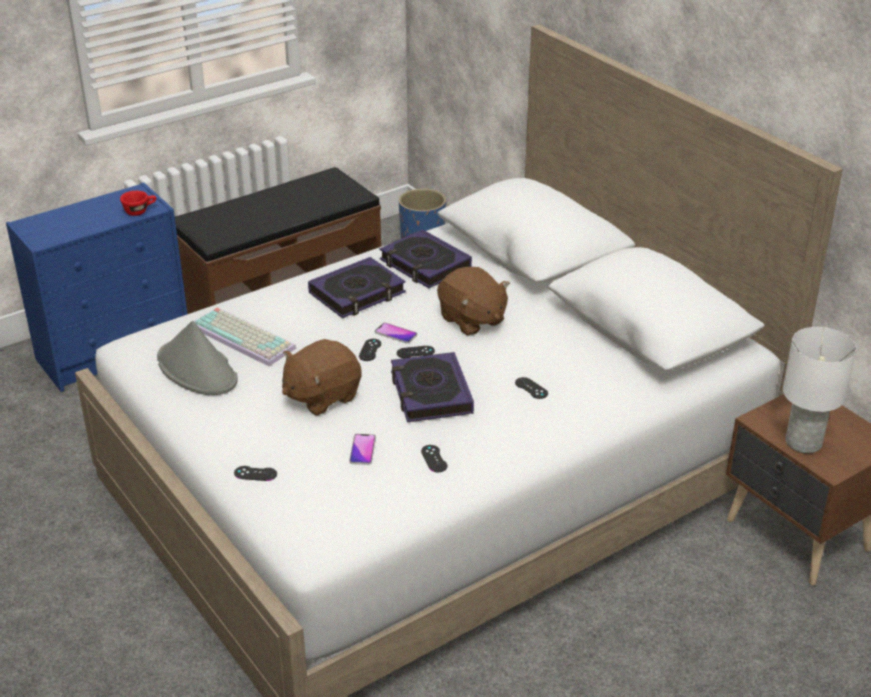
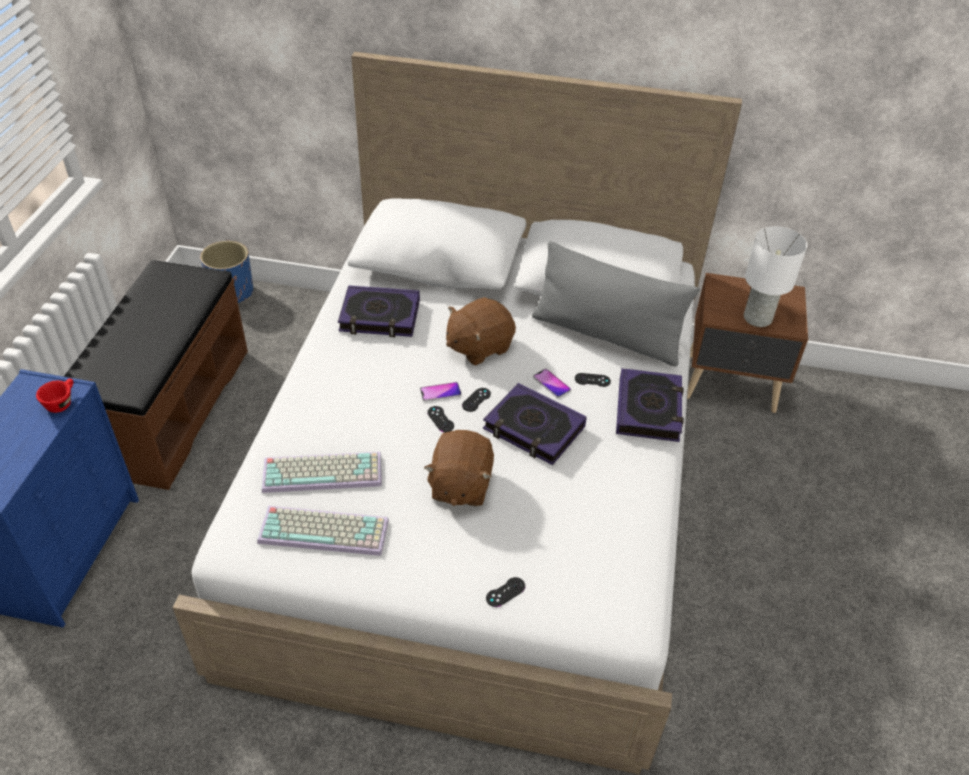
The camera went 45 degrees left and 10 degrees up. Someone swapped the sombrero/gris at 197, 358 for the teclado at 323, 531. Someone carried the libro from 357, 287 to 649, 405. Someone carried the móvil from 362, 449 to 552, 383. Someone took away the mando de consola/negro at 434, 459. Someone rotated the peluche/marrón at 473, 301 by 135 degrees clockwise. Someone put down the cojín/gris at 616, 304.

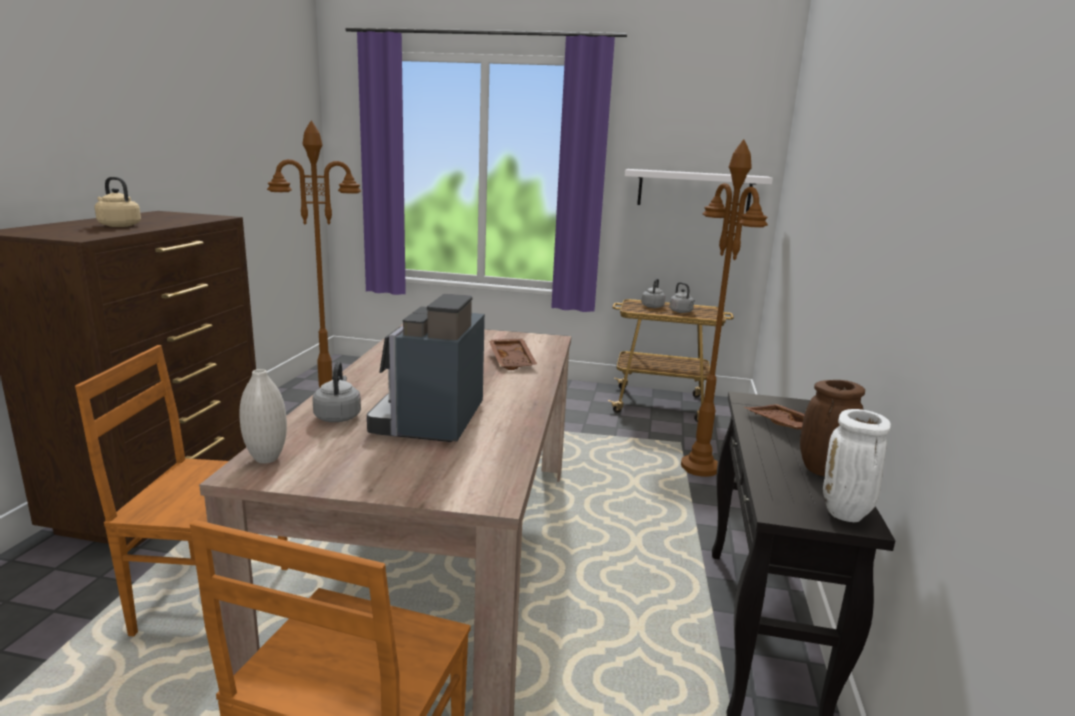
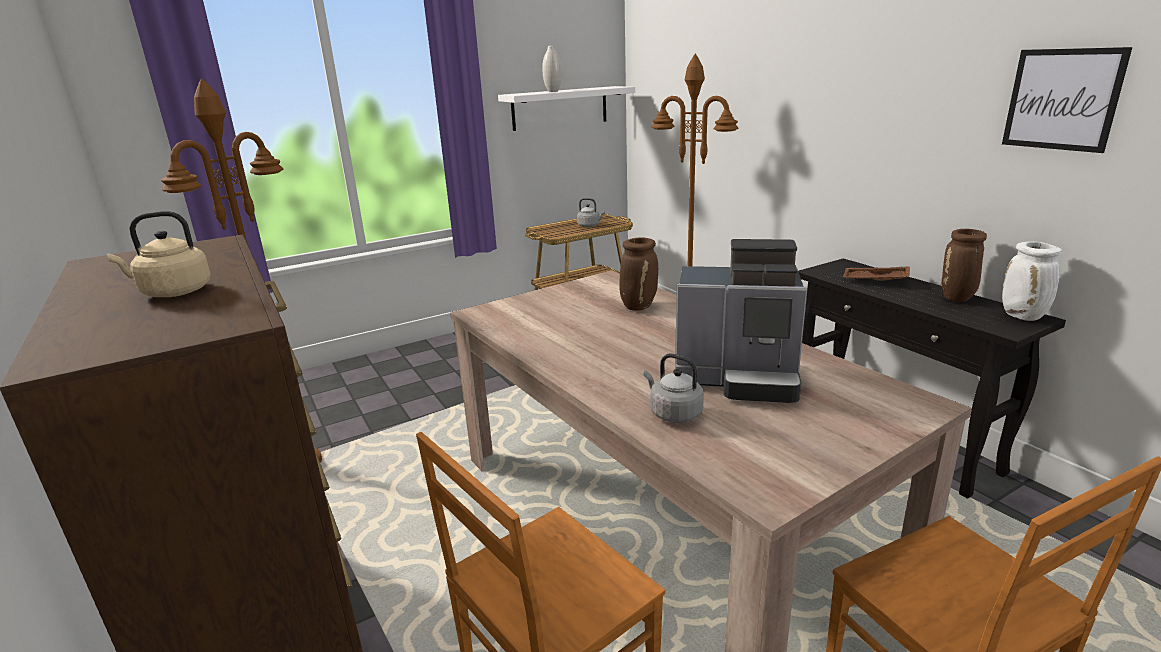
The camera went 40 degrees left and 5 degrees up. Someone carried the florero/blanco from 263, 416 to 552, 69. Someone rotated the cafetera at 426, 368 by 45 degrees counterclockwise. Someone swapped the bandeja/marrón at 513, 354 for the florero/marrón at 638, 274. Someone took away the hervidor/gris at 653, 293. Someone put up the cuadro at 1067, 100.

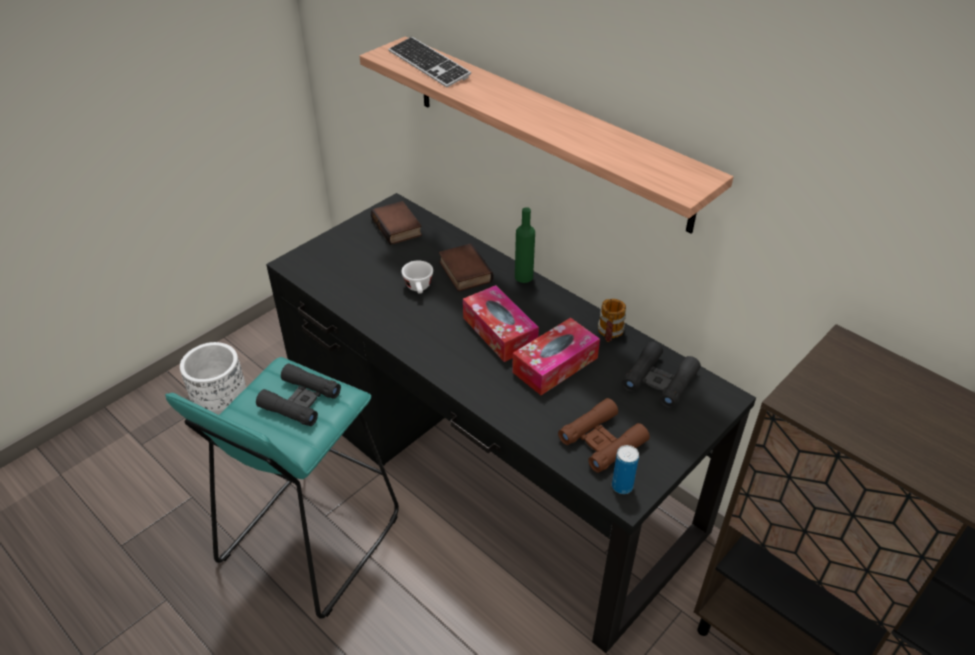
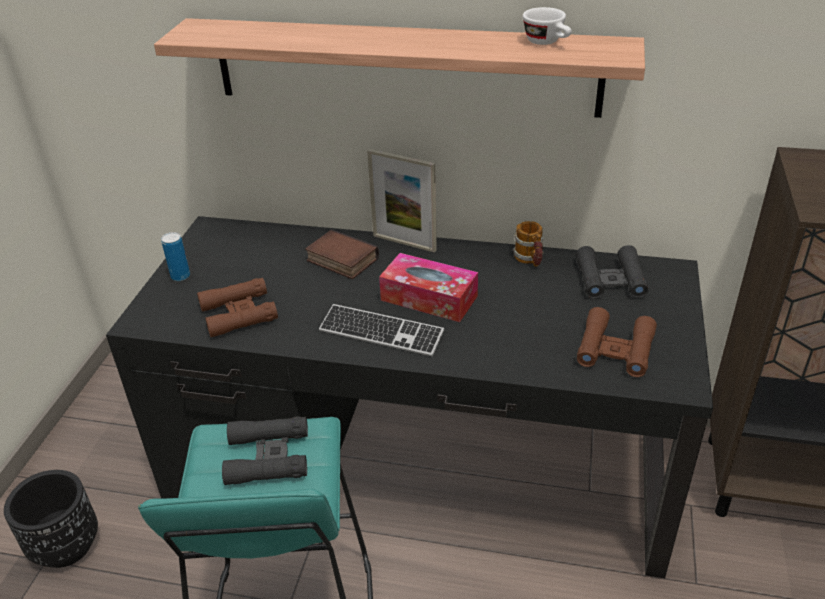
The camera went 30 degrees left and 5 degrees down. Someone repainted the maceta/blanco at 213, 378, which became the maceta/negro at 51, 519. Someone took away the libro at 396, 223. Someone carried the teclado from 429, 62 to 381, 330. Someone carried the taza/blanco from 417, 277 to 547, 26. Someone took away the caja de pañuelos at 556, 356. Someone swapped the botella/verde at 525, 245 for the portarretratos at 402, 201. Someone carried the lata from 625, 469 to 175, 256. Someone put down the prismáticos/marrón at 237, 307.

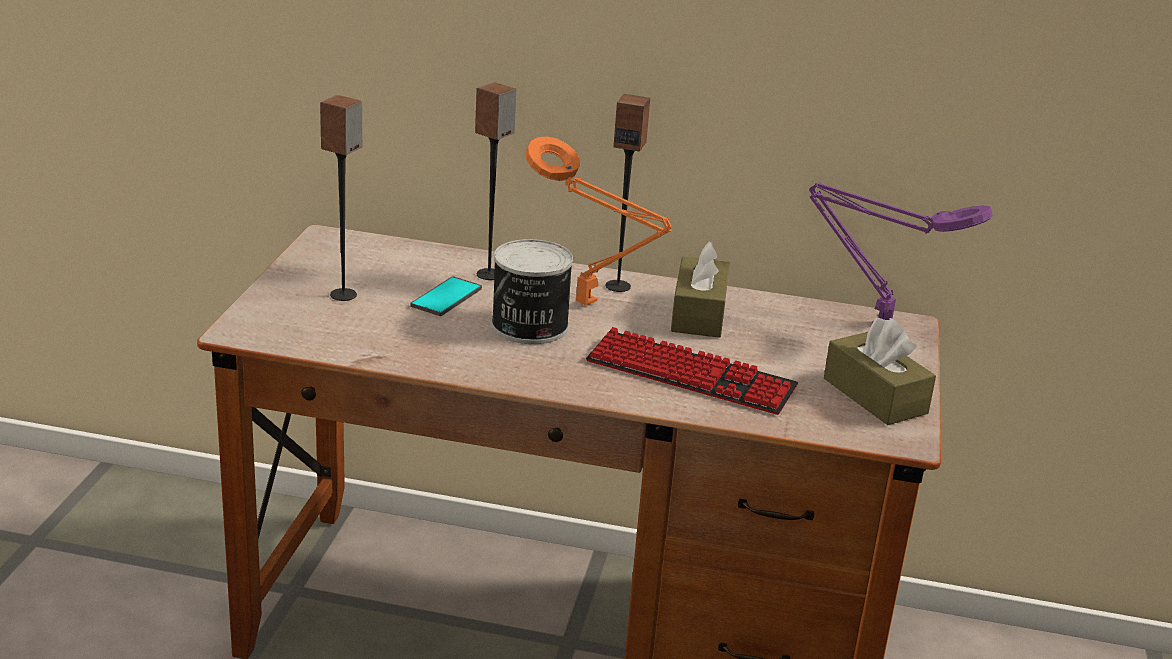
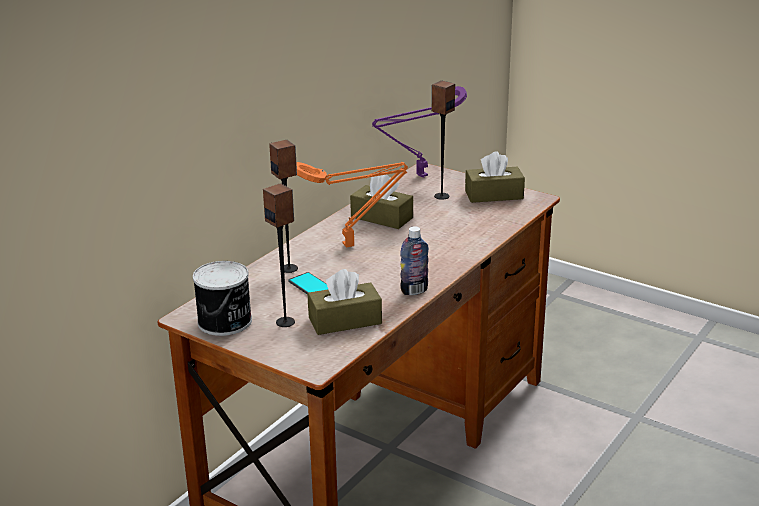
The camera went 65 degrees left and 0 degrees up. Someone carried the lata from 532, 291 to 222, 298. Someone took away the teclado at 692, 371. Someone carried the altavoz from 627, 193 to 443, 140. Someone put down the caja de pañuelos/marrón at 345, 302. Someone put down the botella at 414, 260.

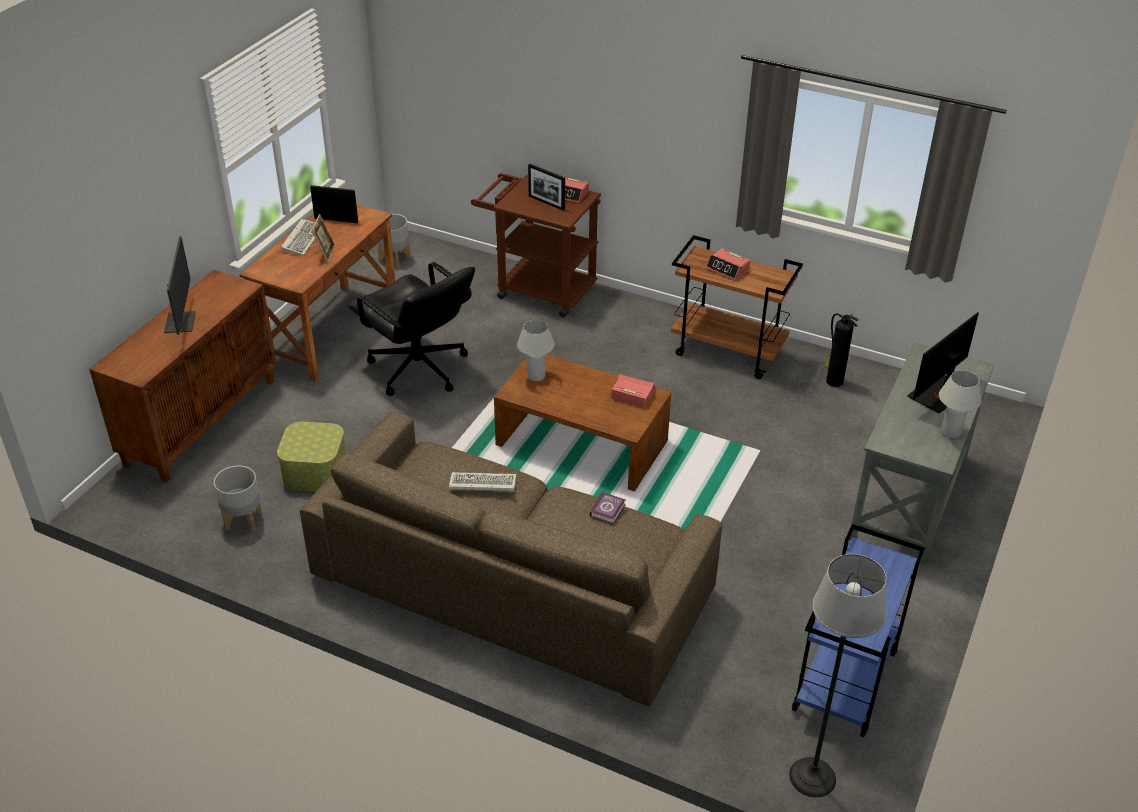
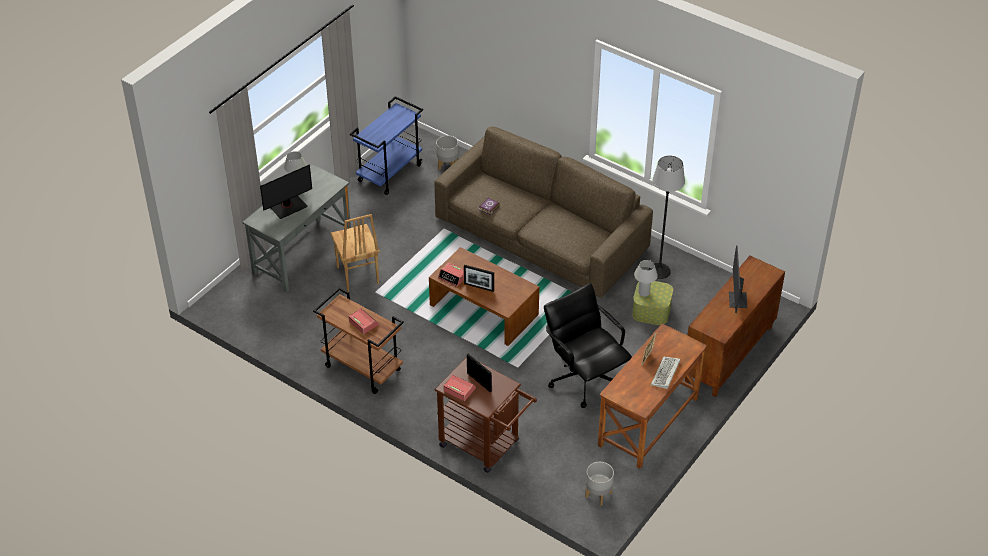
The camera went 170 degrees left and 5 degrees up. Someone carried the maceta/gris from 237, 498 to 447, 152. Someone carried the portarretratos from 334, 204 to 479, 278. Someone took away the teclado at 482, 482. Someone carried the lámpara de mesa/blanco from 535, 351 to 646, 278. Someone carried the lámpara de pie from 838, 675 to 666, 217. Someone took away the extintor at 842, 350. Someone put down the silla/marrón at 355, 253.

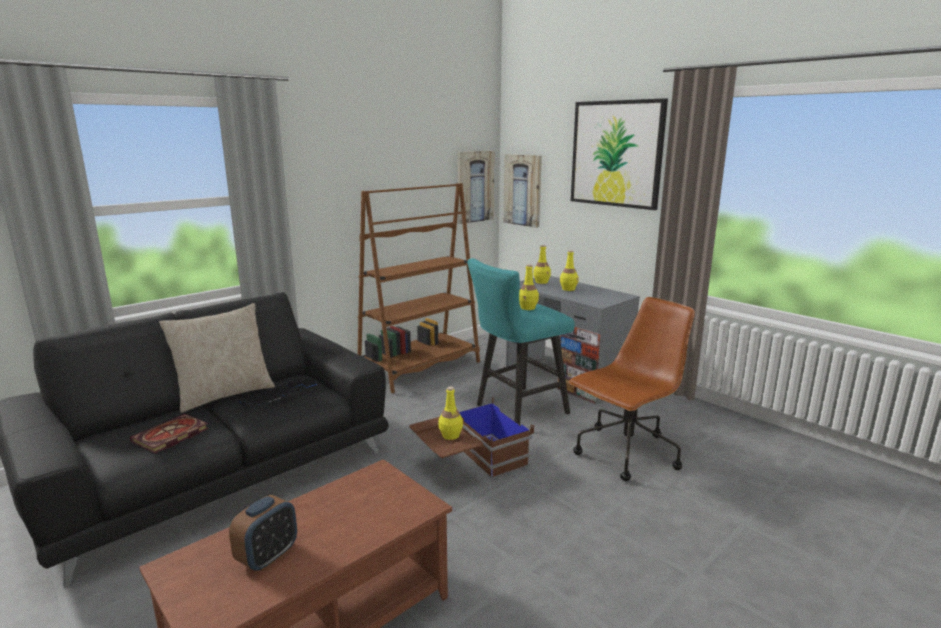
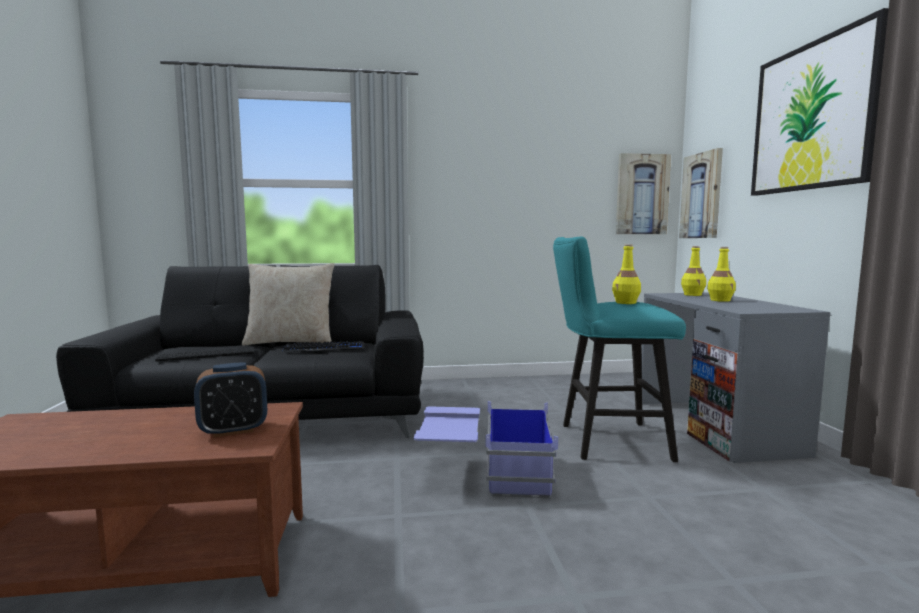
The camera went 35 degrees right and 10 degrees down. Someone swapped the libro at 169, 434 for the teclado at 204, 354. Someone carried the despertador from 263, 533 to 230, 399. Someone took away the estantería/marrón at 419, 288. Someone repainted the caja de almacenaje/marrón at 471, 438, which became the caja de almacenaje/azul at 485, 449. Someone took away the botella/amarillo at 450, 413. Someone took away the silla de oficina/marrón at 631, 389.

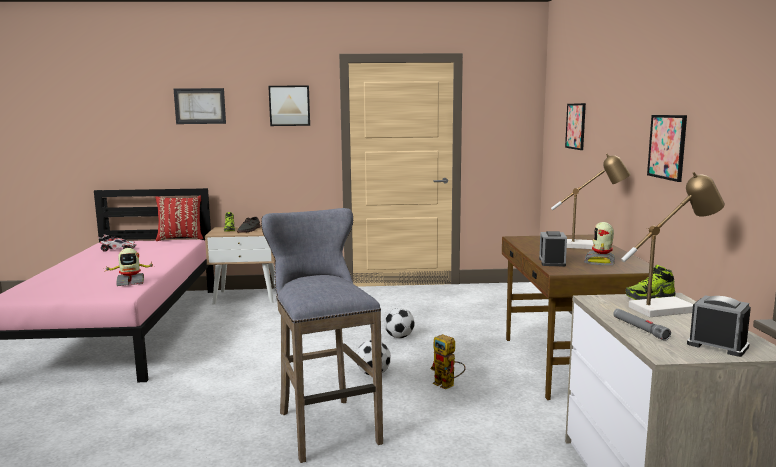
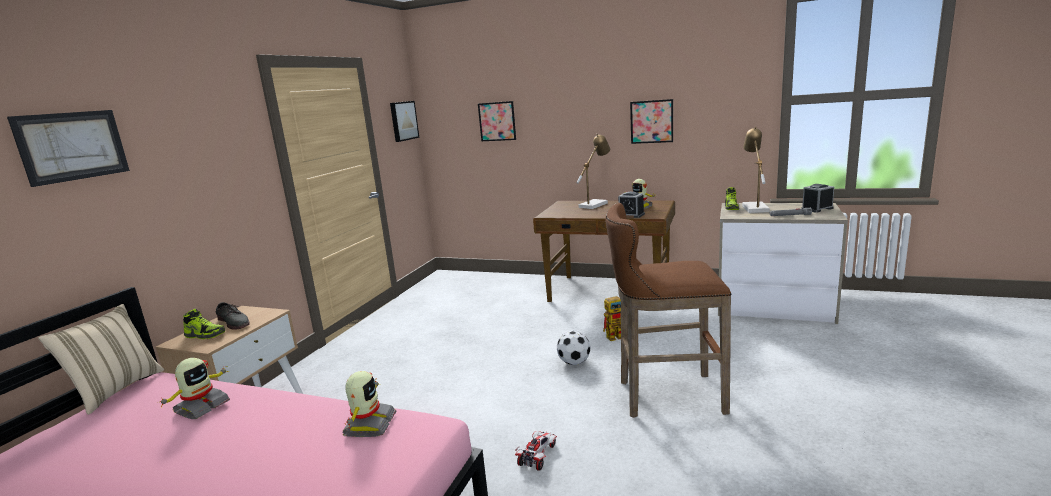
The camera went 65 degrees left and 5 degrees up. Someone carried the coche de juguete from 116, 243 to 536, 451. Someone repainted the cojín/rojo at 179, 218, which became the cojín/beis at 101, 359. Someone repainted the taburete/gris at 322, 335, which became the taburete/marrón at 668, 310. Someone carried the cuadro from 289, 105 to 404, 121. Someone took away the balón de fútbol at 400, 323. Someone put down the robot de juguete at 193, 388.

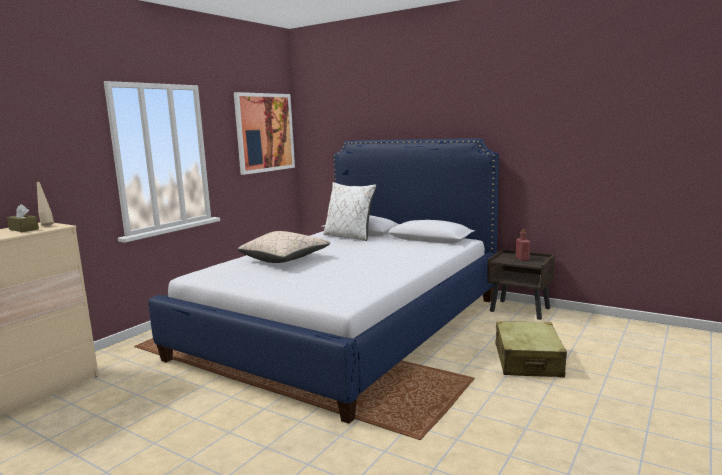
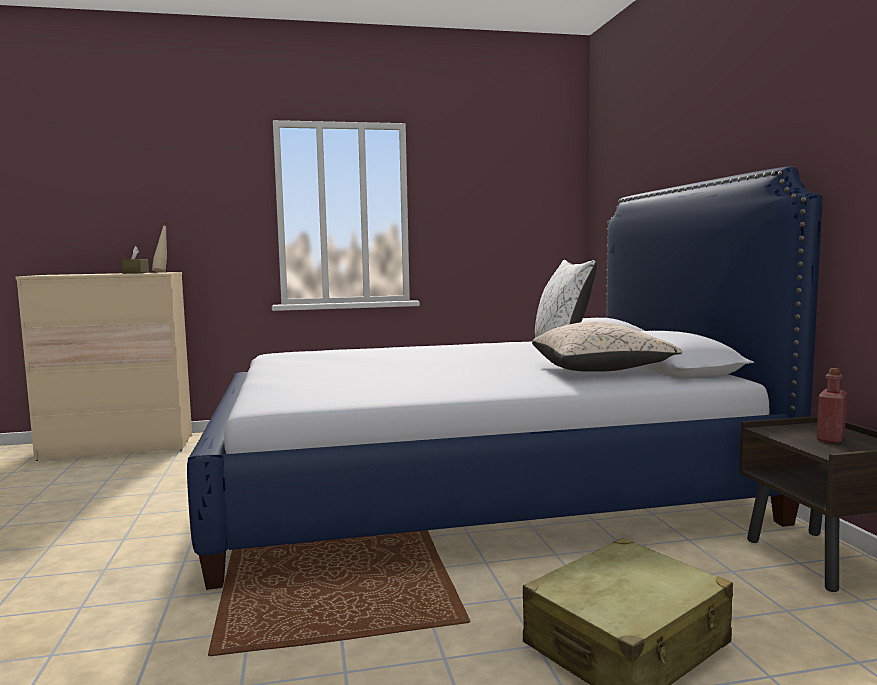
The camera went 45 degrees right and 5 degrees down. Someone took away the cuadro at 264, 133. Someone carried the cojín/beis from 284, 247 to 607, 346.

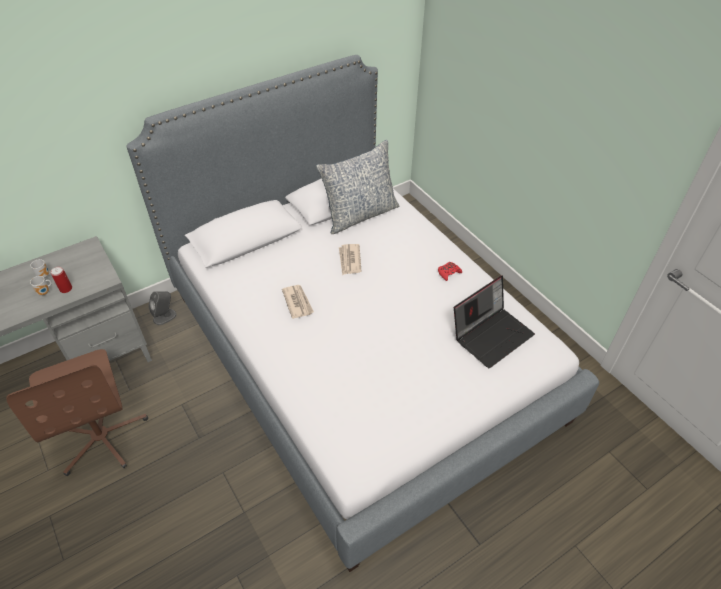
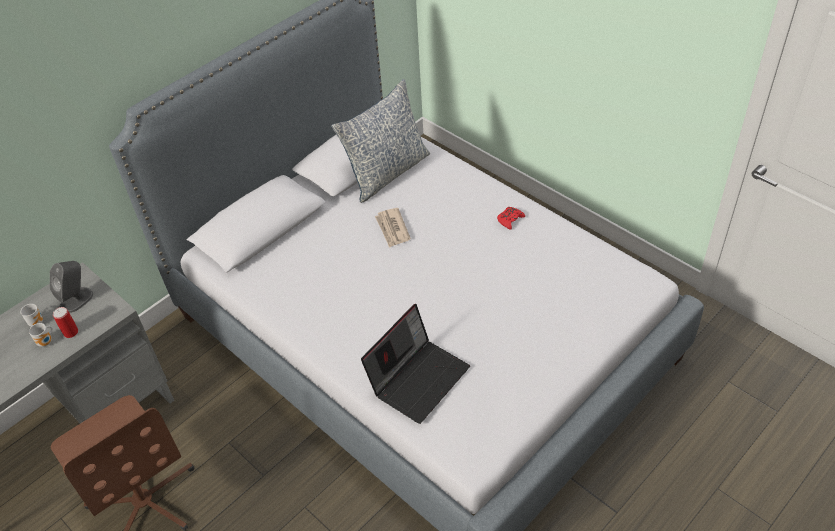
The camera went 10 degrees left and 0 degrees up. Someone carried the altavoz/gris from 162, 308 to 71, 287. Someone took away the periódico at 298, 302. Someone carried the portátil from 494, 321 to 415, 364.

